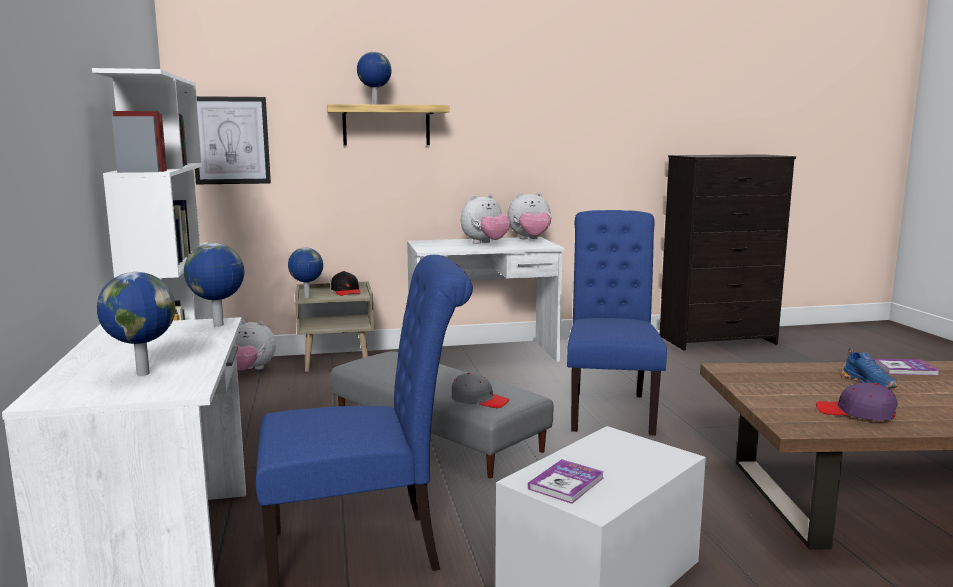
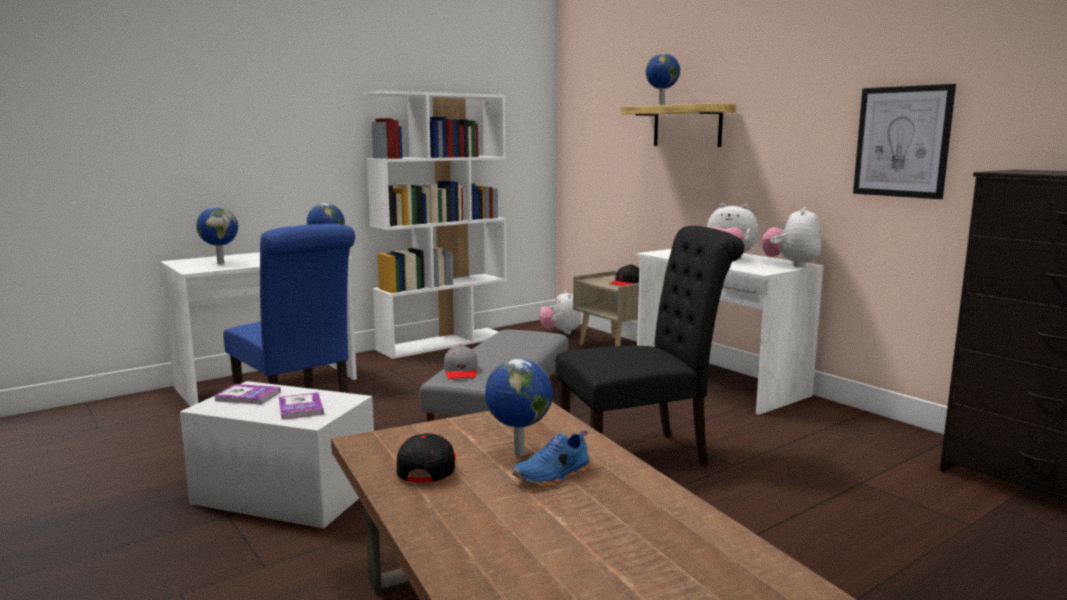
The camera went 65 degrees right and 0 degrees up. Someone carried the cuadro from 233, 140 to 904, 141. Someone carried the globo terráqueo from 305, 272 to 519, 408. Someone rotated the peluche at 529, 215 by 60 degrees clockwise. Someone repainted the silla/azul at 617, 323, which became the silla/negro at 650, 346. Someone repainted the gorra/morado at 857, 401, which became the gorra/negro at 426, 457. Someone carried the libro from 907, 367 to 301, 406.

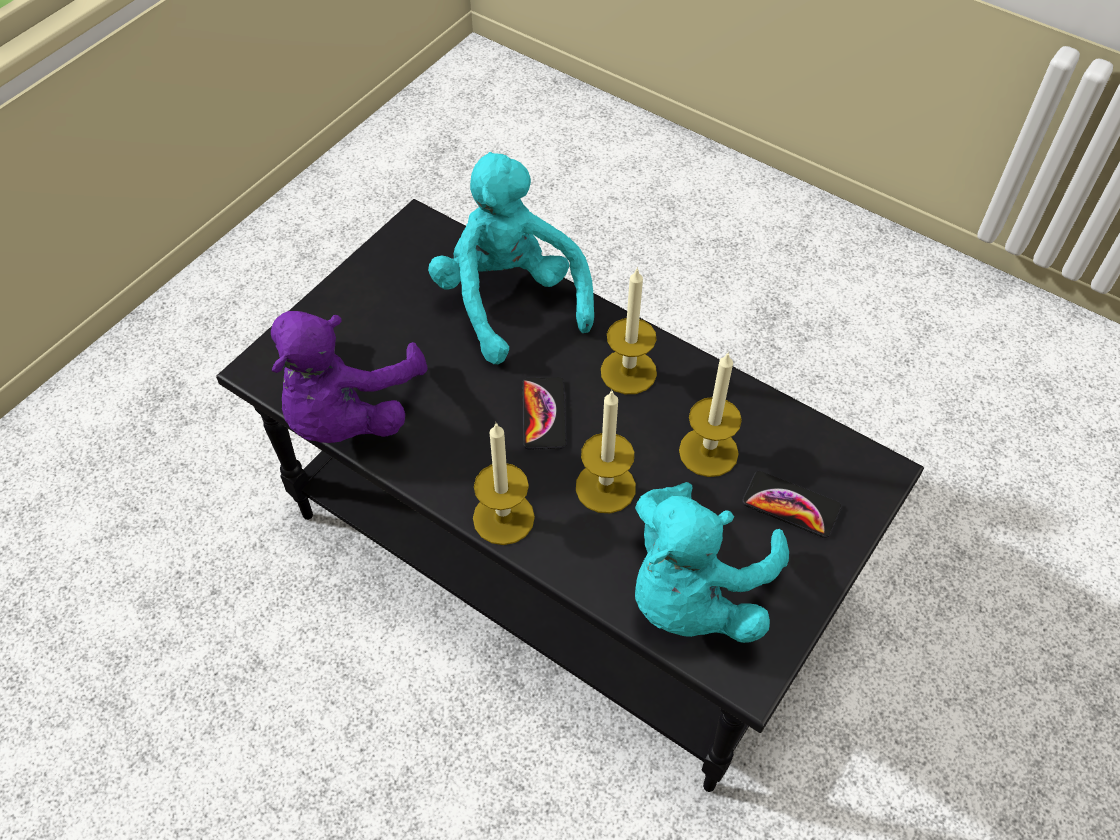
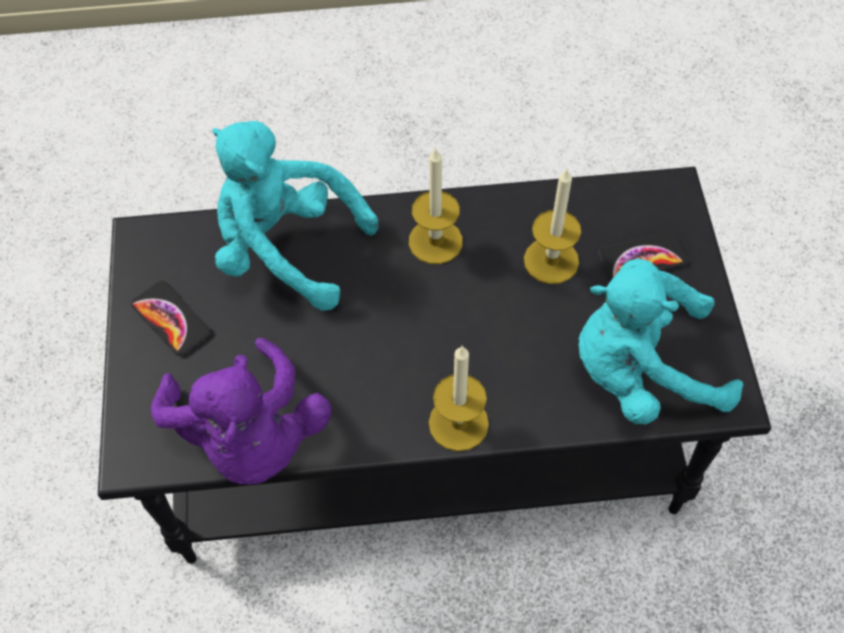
The camera went 40 degrees left and 5 degrees up. Someone carried the móvil from 544, 413 to 171, 318. Someone took away the vela at 606, 451. Someone rotated the peluche/turquesa at 712, 562 by 90 degrees clockwise.

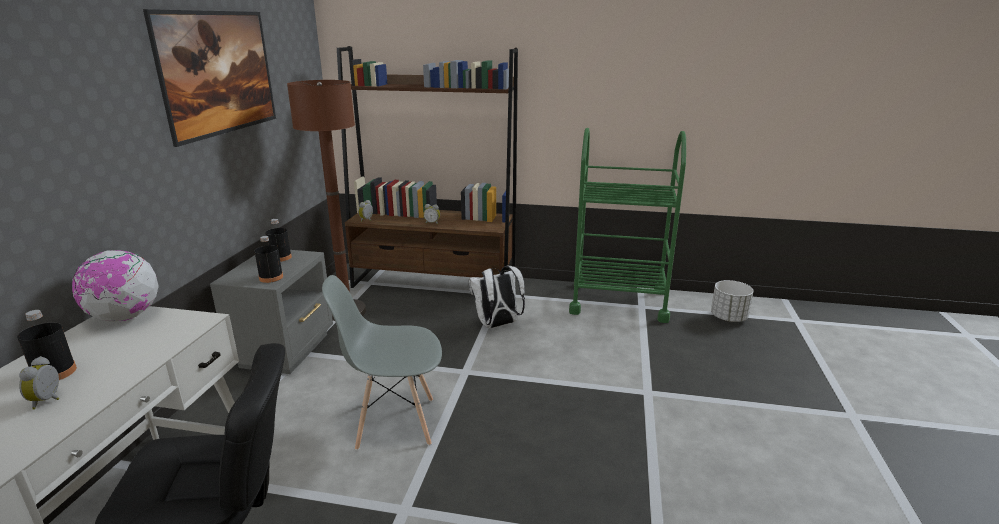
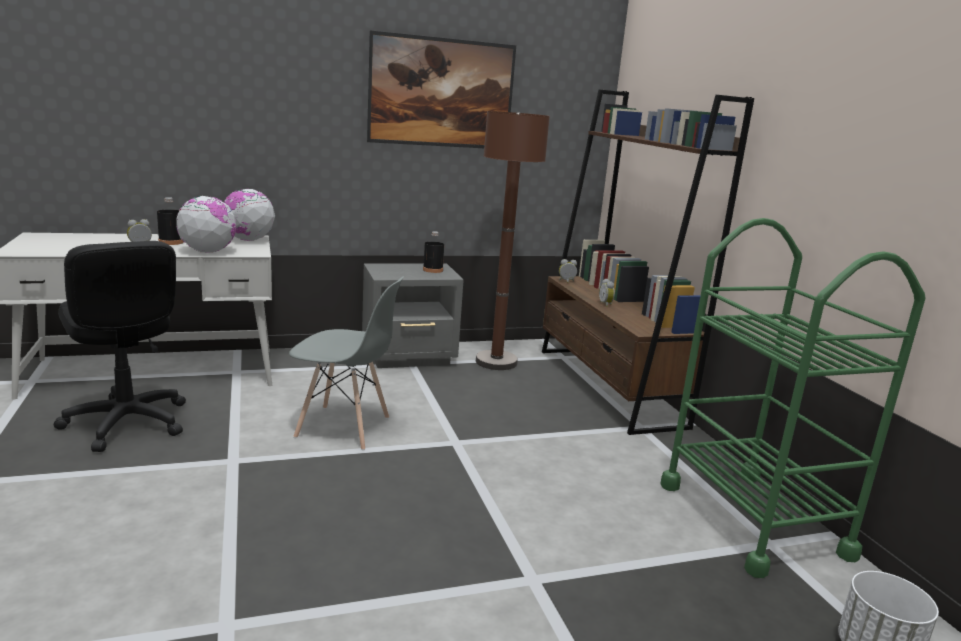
The camera went 60 degrees right and 5 degrees down. Someone took away the botella/negro at 269, 259. Someone rotated the silla/gris at 382, 362 by 135 degrees clockwise. Someone took away the mochila/blanco at 496, 297. Someone put down the globo terráqueo at 206, 224.

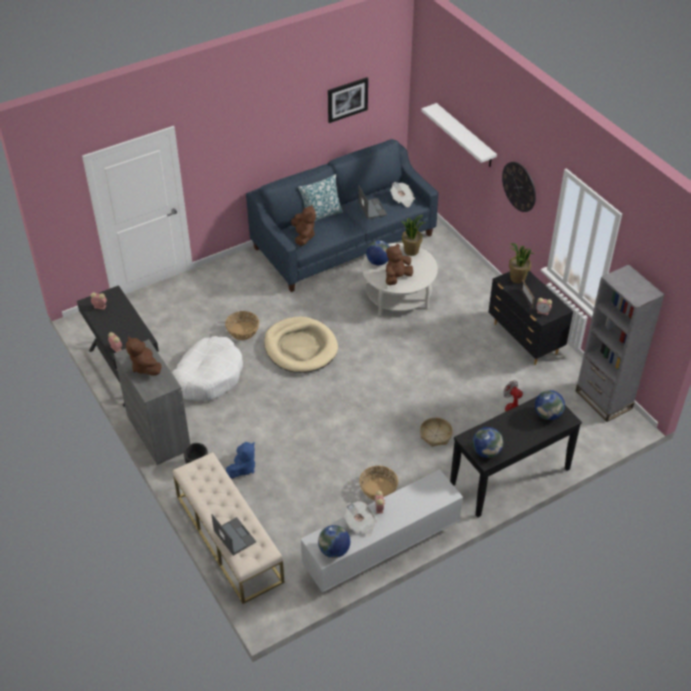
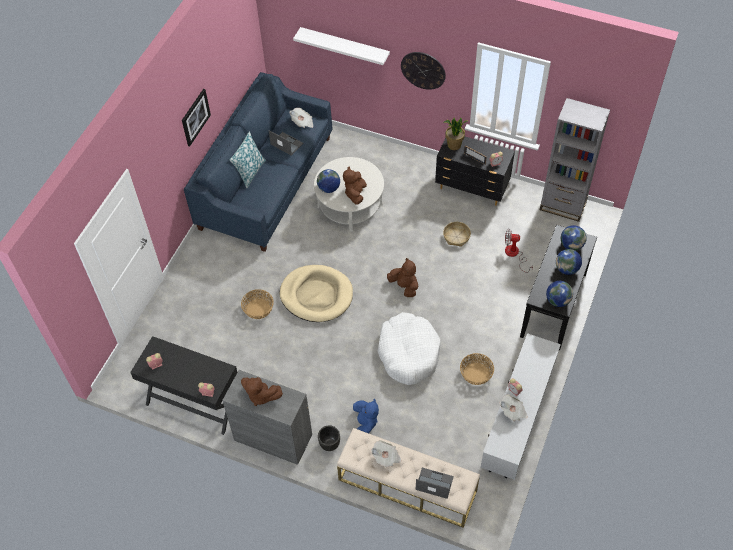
The camera went 35 degrees left and 10 degrees up. Someone carried the cama para perro/blanco from 207, 368 to 409, 348. Someone carried the peluche/marrón from 303, 225 to 402, 277. Someone carried the globo terráqueo from 334, 541 to 569, 262. Someone carried the cuadro from 348, 100 to 196, 117. Someone took away the planta en maceta at 412, 235. Someone carried the cesta from 436, 432 to 457, 234. Someone put down the periódico at 386, 454.

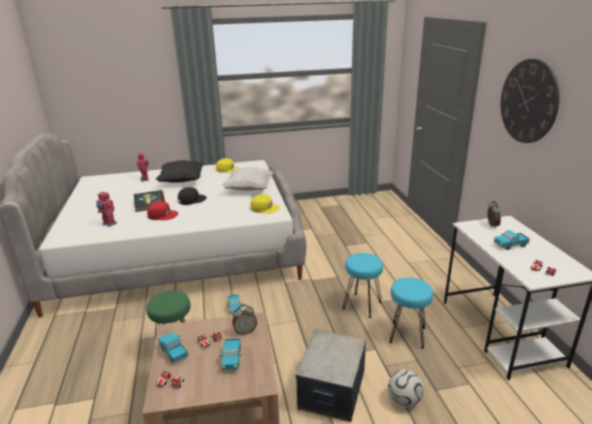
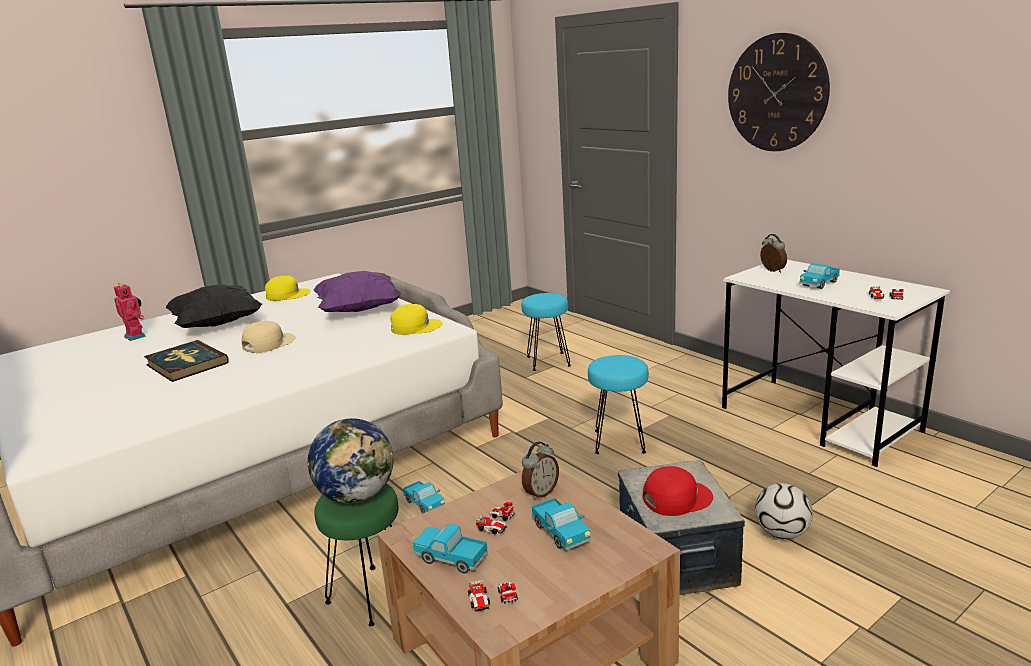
The camera went 25 degrees left and 5 degrees down. Someone took away the robot de juguete at 106, 209. Someone carried the gorra/rojo from 162, 210 to 678, 491. Someone repainted the gorra/negro at 192, 196, which became the gorra/beis at 269, 337. Someone repainted the cojín/blanco at 248, 179, which became the cojín/morado at 358, 291. Someone carried the taburete/turquesa from 411, 313 to 546, 332. Someone put down the globo terráqueo at 351, 461.

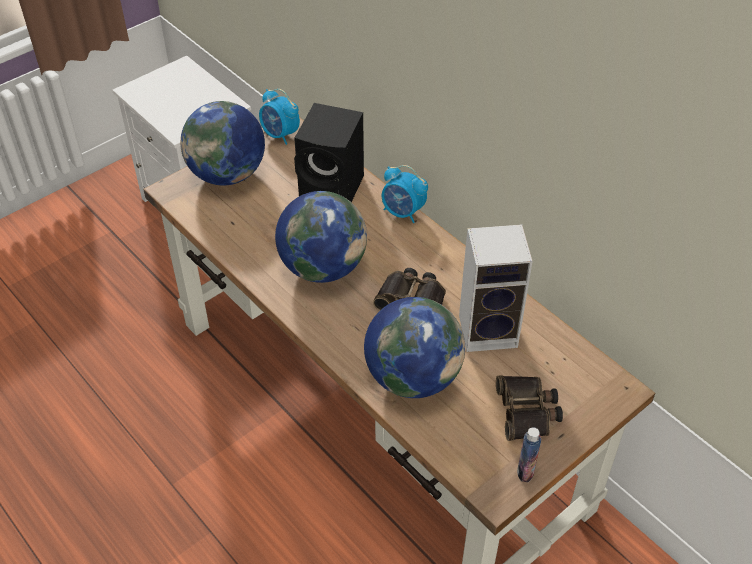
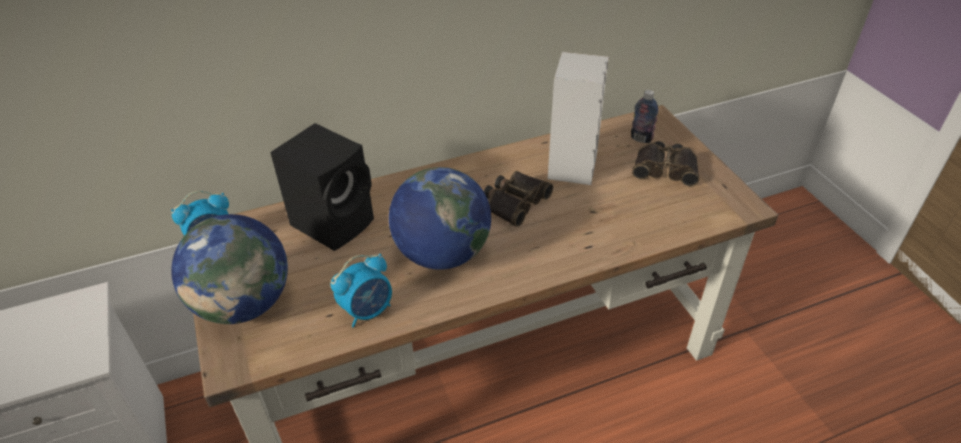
The camera went 70 degrees left and 5 degrees down. Someone took away the globo terráqueo at 414, 347. Someone carried the despertador from 405, 194 to 361, 291. Someone carried the botella from 529, 454 to 644, 116.

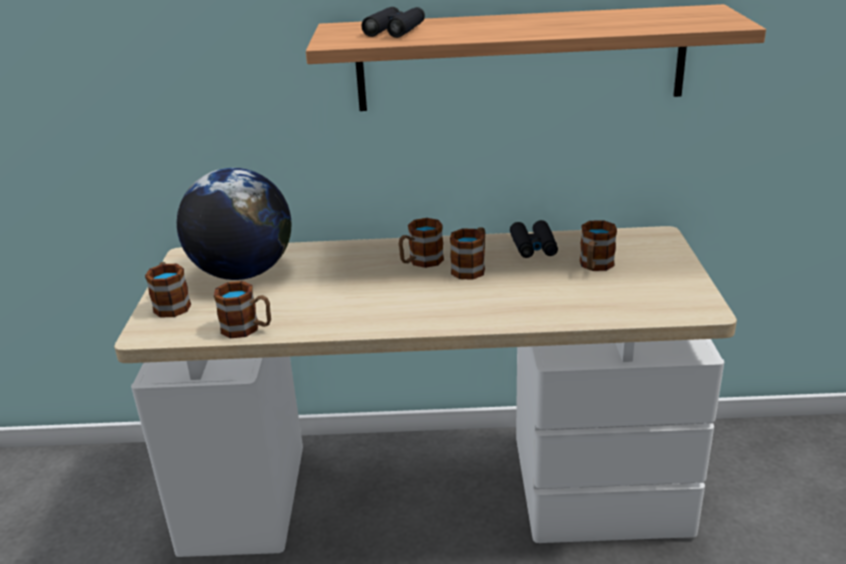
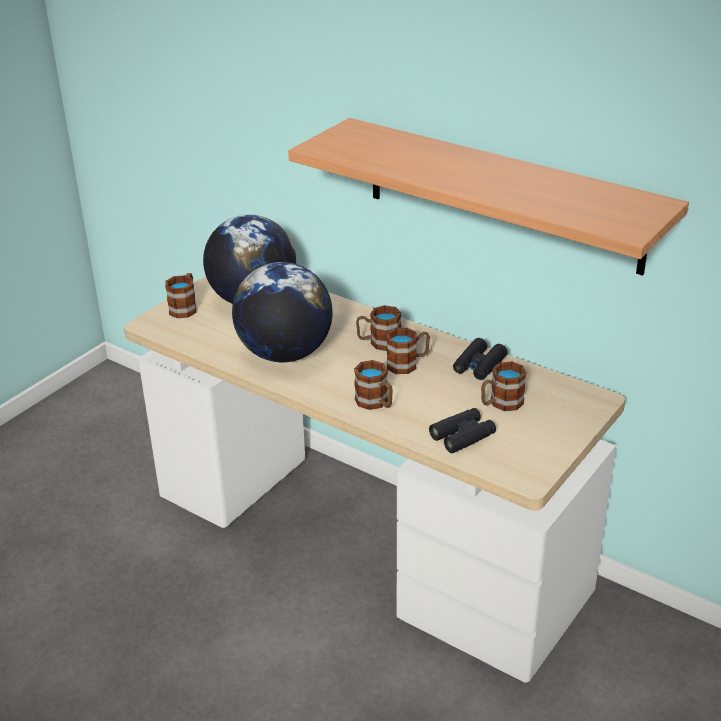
The camera went 35 degrees right and 5 degrees up. Someone carried the taza grande from 242, 309 to 373, 385. Someone carried the prismáticos/negro from 393, 22 to 462, 430. Someone put down the globo terráqueo at 282, 312.

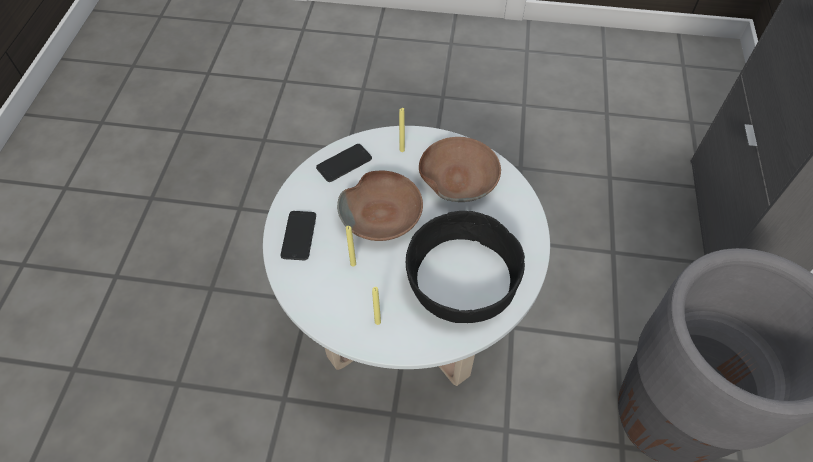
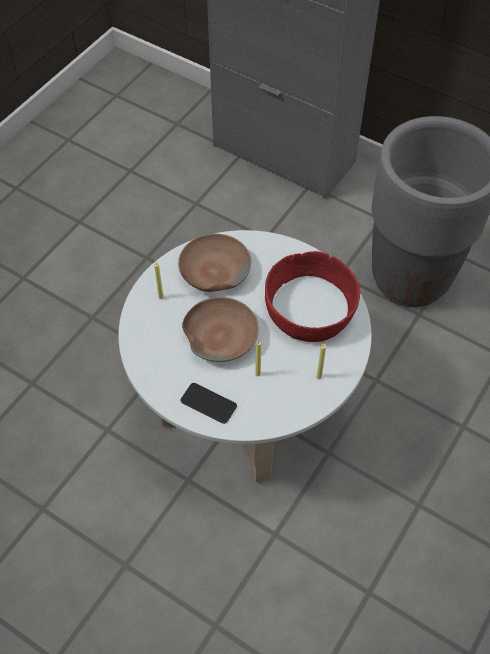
The camera went 65 degrees left and 0 degrees up. Someone took away the móvil at 344, 163. Someone repainted the cuenco/negro at 465, 267, which became the cuenco/rojo at 312, 296.

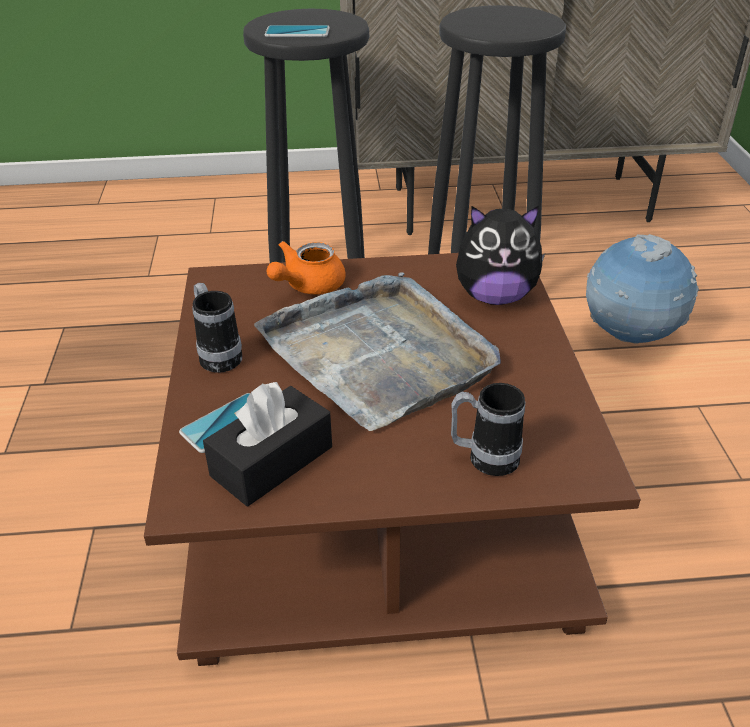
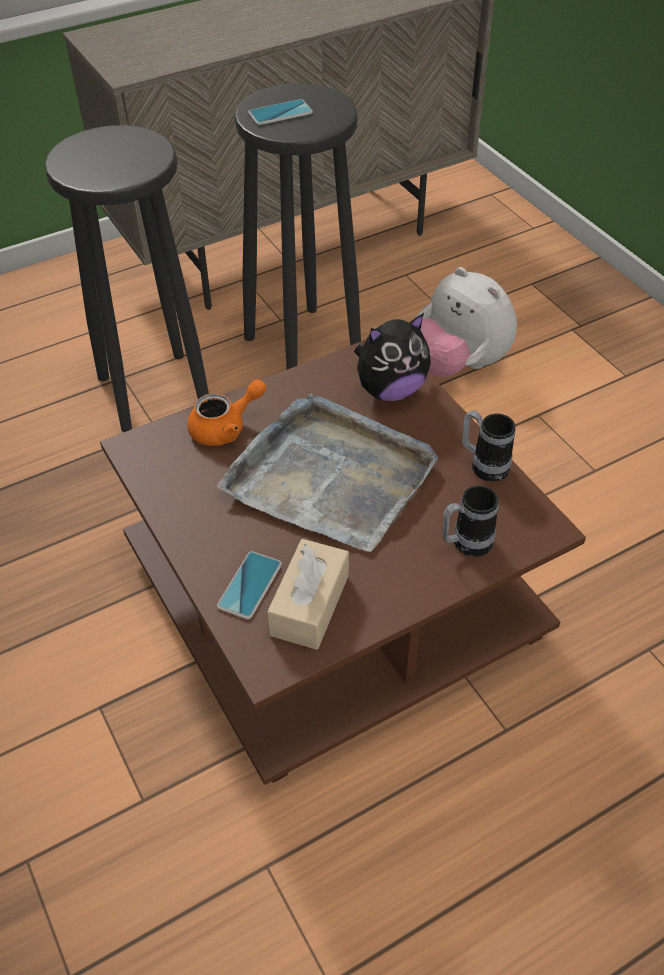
The camera went 25 degrees left and 10 degrees up. Someone carried the taza grande from 217, 328 to 488, 446. Someone repainted the caja de pañuelos/negro at 267, 444, which became the caja de pañuelos/beis at 308, 594. Someone carried the móvil from 297, 31 to 280, 112. Someone rotated the tetera/naranja at 306, 267 by 135 degrees counterclockwise. Someone swapped the globo terráqueo at 642, 289 for the peluche at 466, 322.

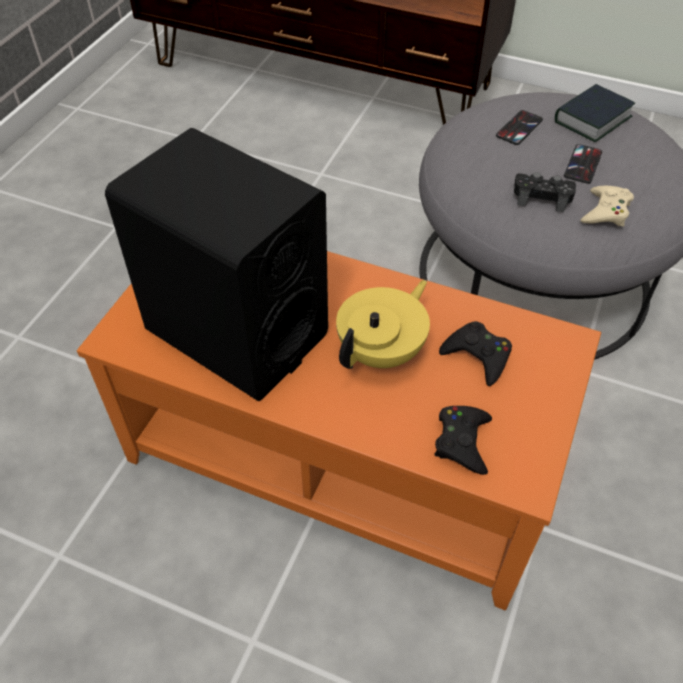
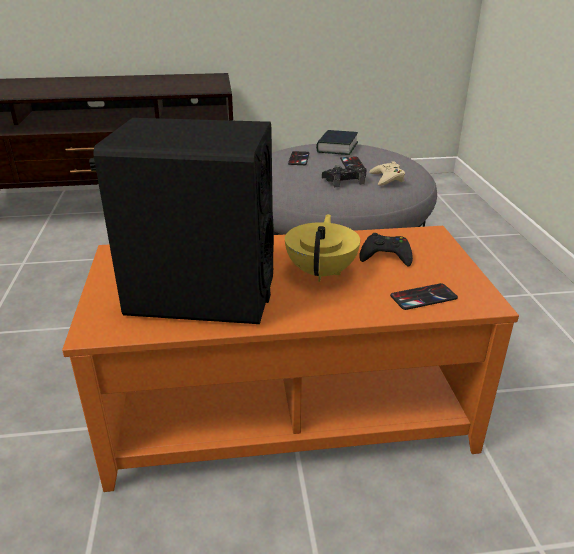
The camera went 30 degrees left and 20 degrees down. Someone swapped the mando de consola/negro at 463, 440 for the móvil at 424, 296.

